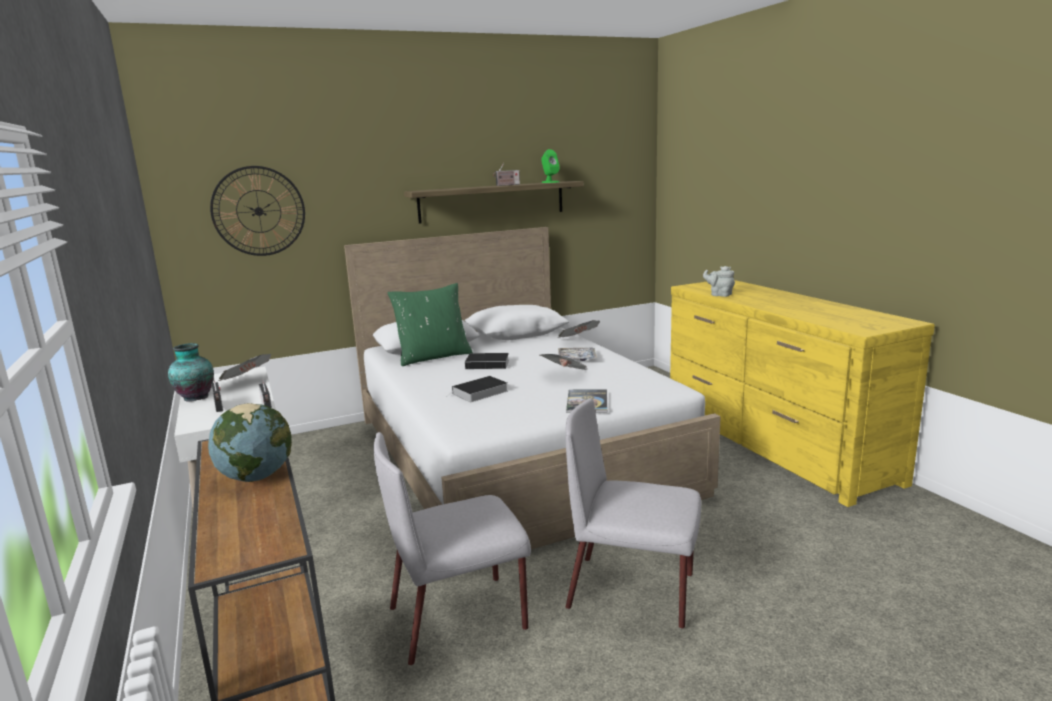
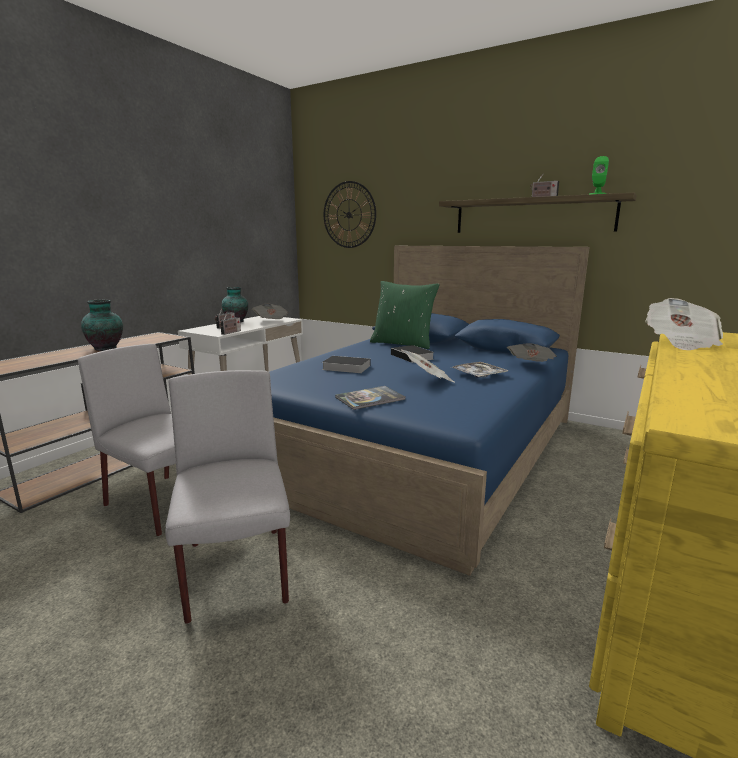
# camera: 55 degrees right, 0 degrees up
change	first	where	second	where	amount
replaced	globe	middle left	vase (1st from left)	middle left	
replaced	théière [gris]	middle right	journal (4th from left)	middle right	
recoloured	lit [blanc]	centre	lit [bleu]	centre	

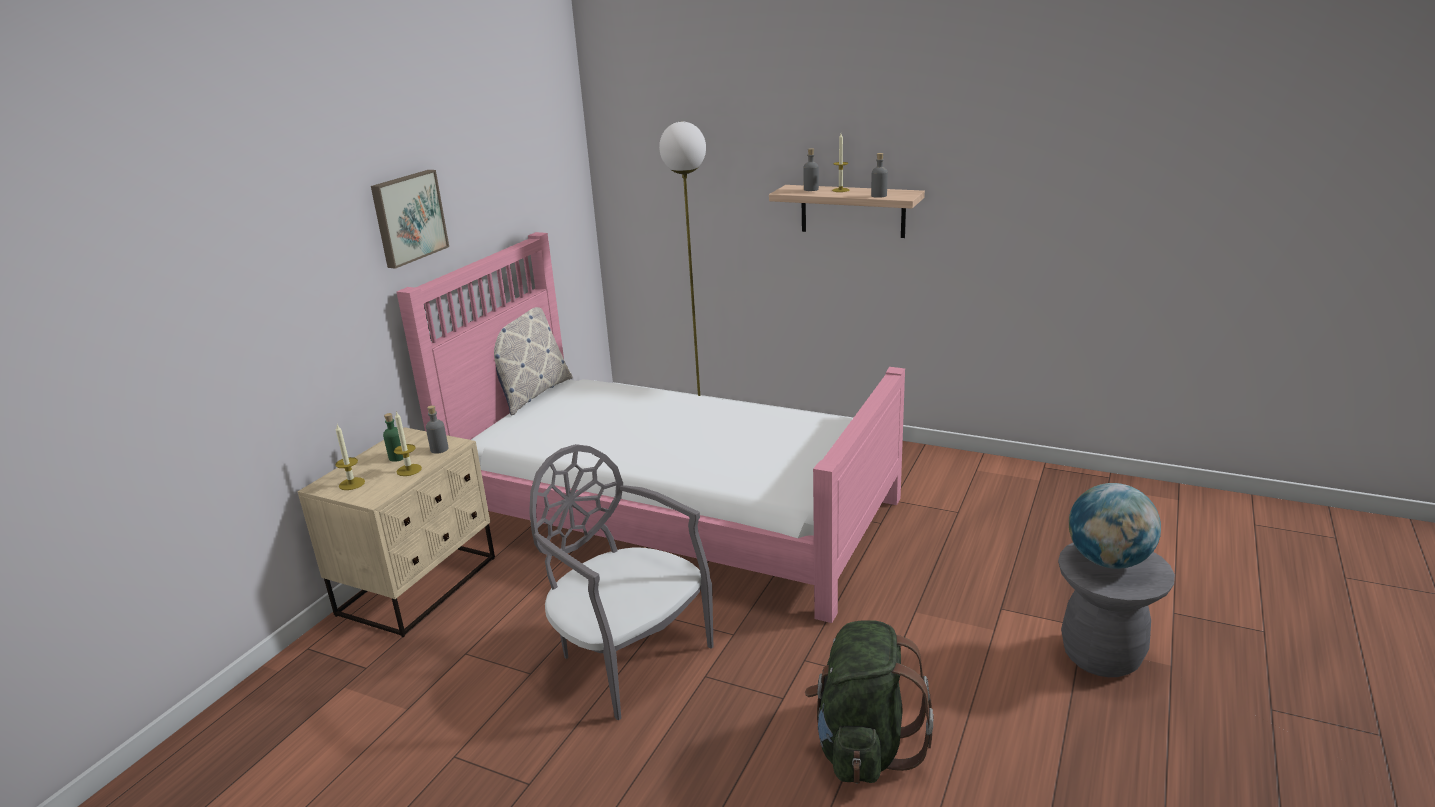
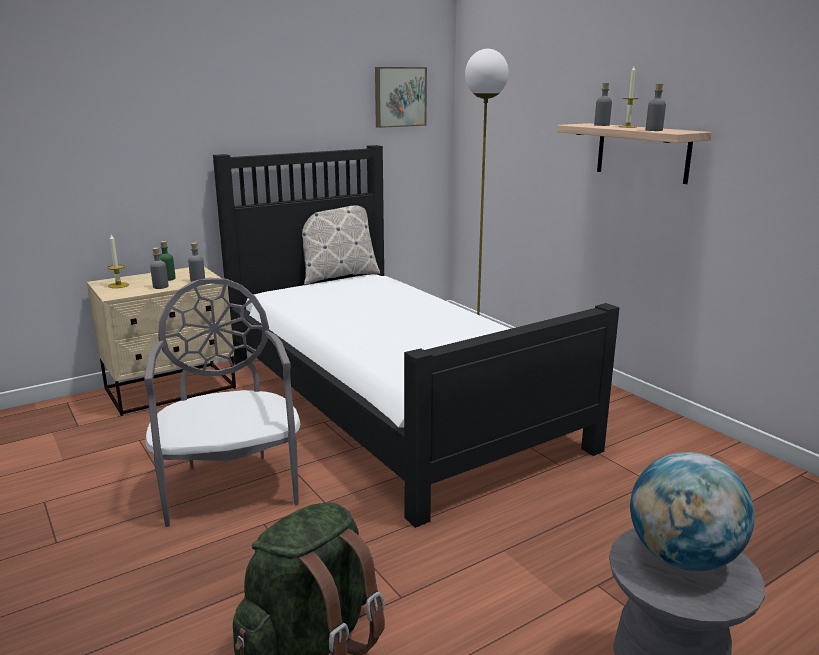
# camera: 30 degrees right, 5 degrees down
change	first	where	second	where	amount
moved	tableau	top left		top centre	
replaced	bougie (2nd from left)	middle left	bouteille [gris] (1st from left)	middle left	
recoloured	lit [rose]	centre	lit [noir]	centre	

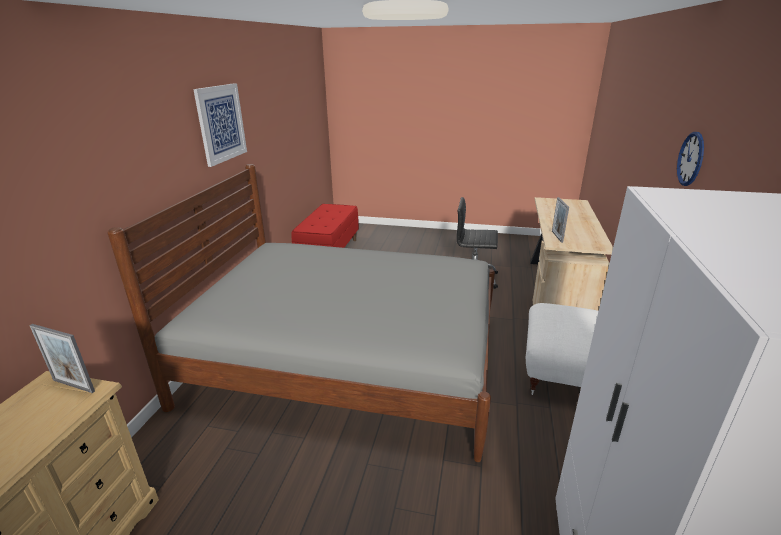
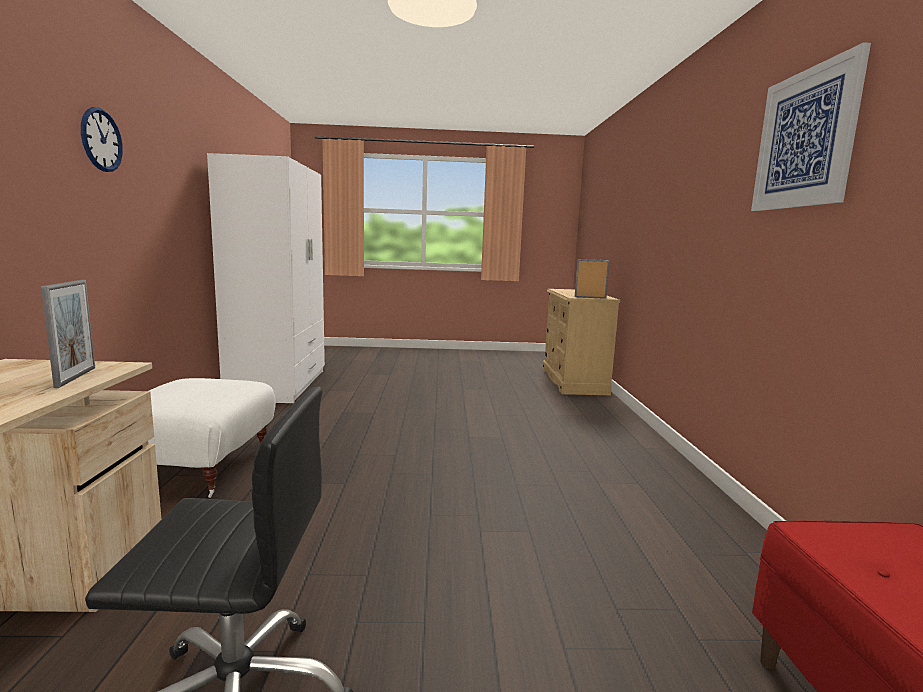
# camera: 165 degrees right, 15 degrees down
change	first	where	second	where	amount
removed	lit [gris]	centre			

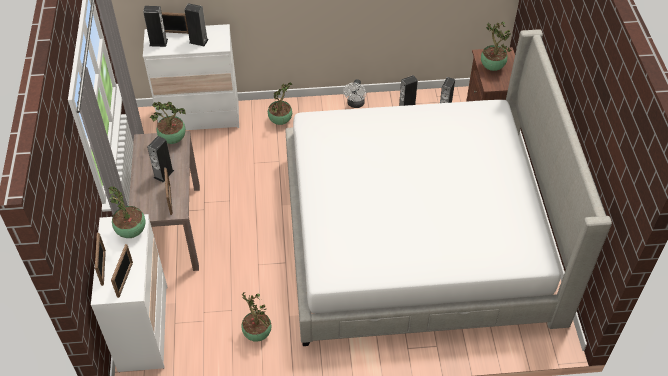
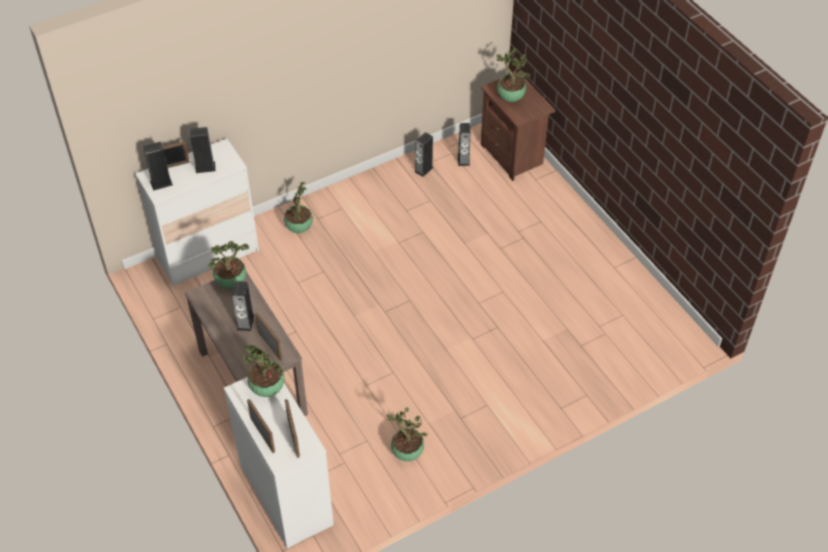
# camera: 25 degrees left, 0 degrees up
change	first	where	second	where	amount
removed	lit	middle right			
removed	ventilateur [blanc]	top centre			

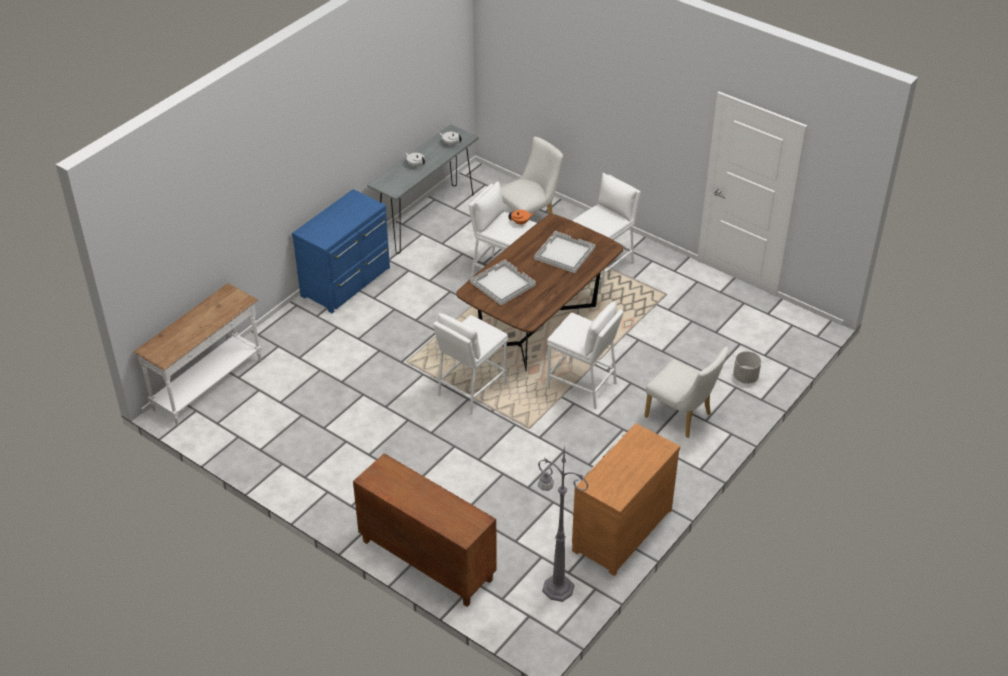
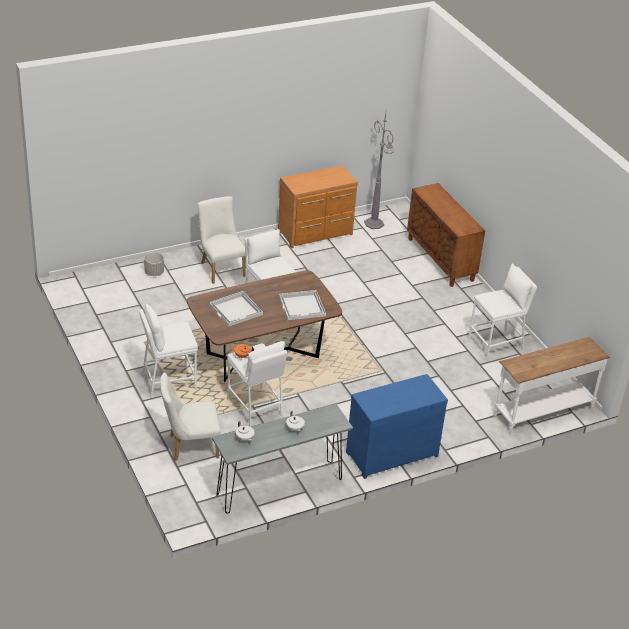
# camera: 155 degrees left, 5 degrees down
change	first	where	second	where	amount
moved	tabouret [blanc] (1st from left in the first image)	centre	tabouret [blanc] (4th from left)	middle right	

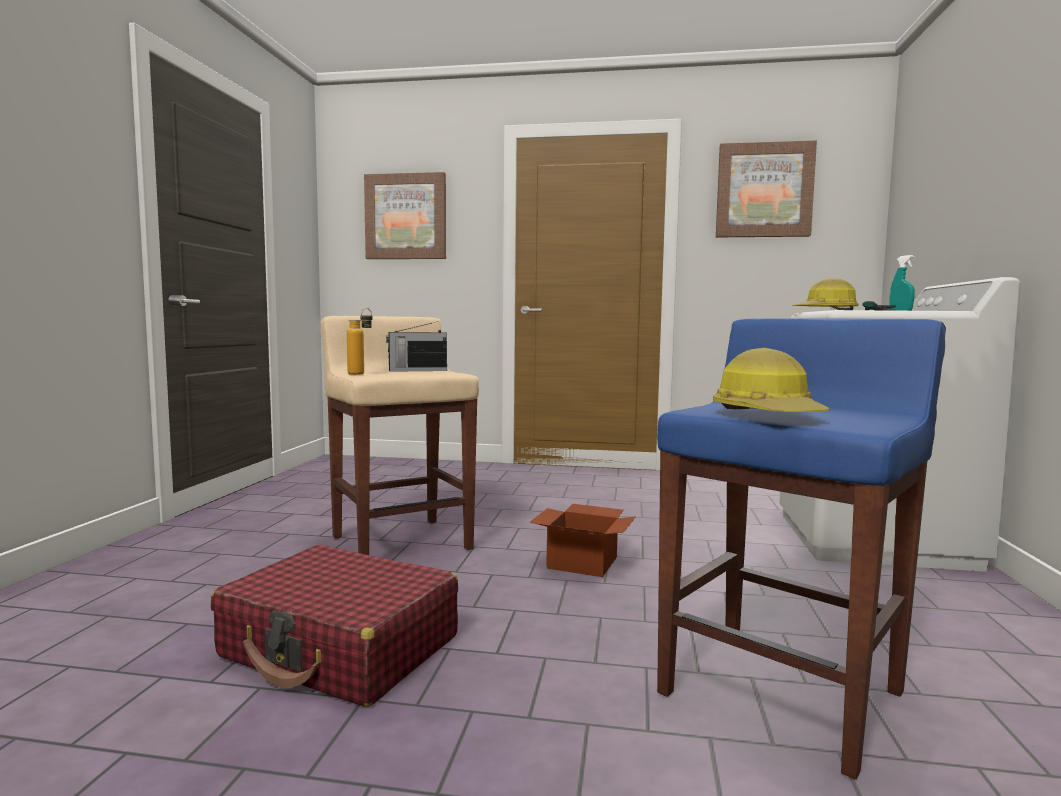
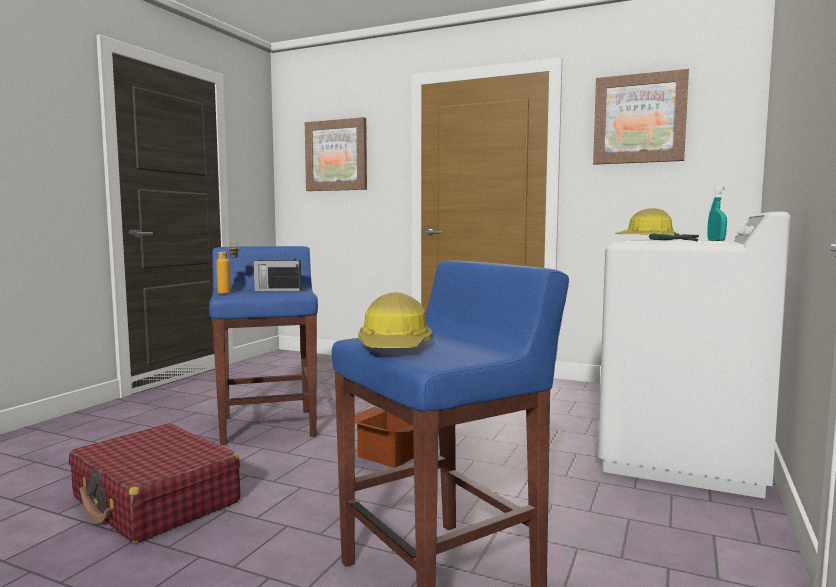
# camera: 15 degrees right, 0 degrees up
change	first	where	second	where	amount
recoloured	tabouret [beige]	centre	tabouret [bleu] (1st from left)	middle left	

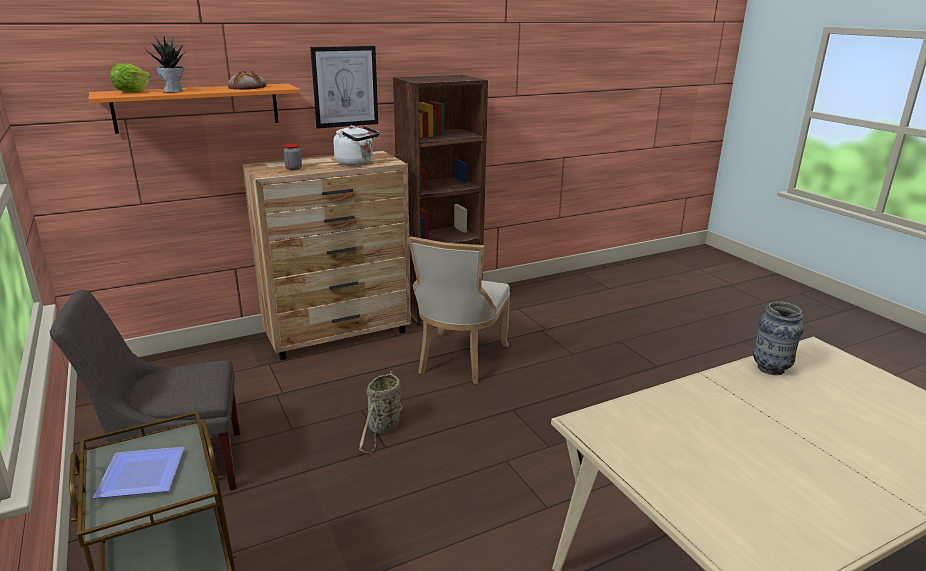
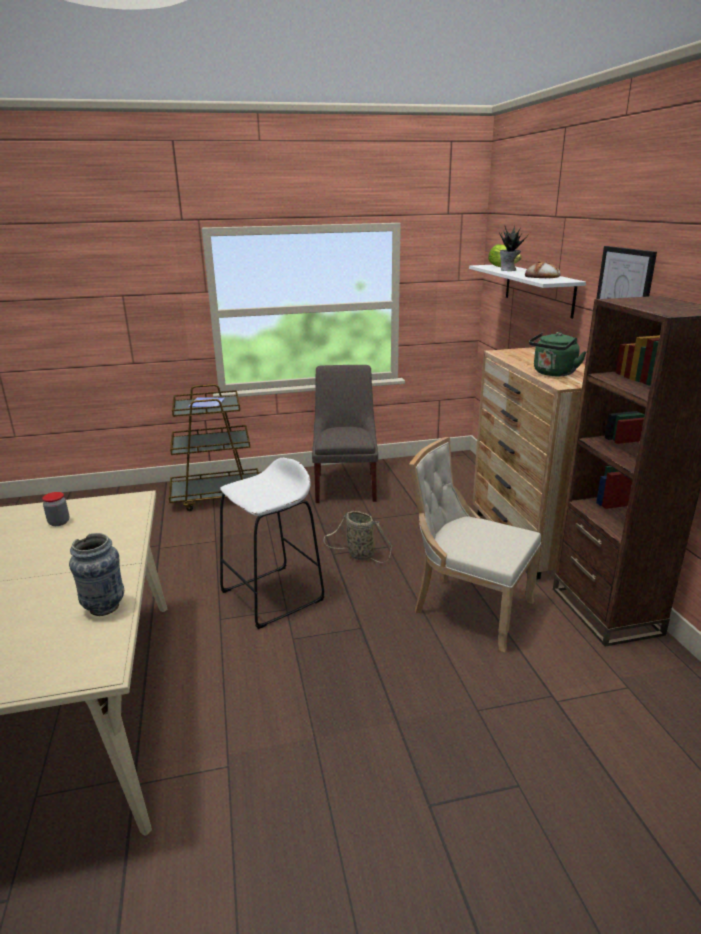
# camera: 105 degrees right, 0 degrees up
change	first	where	second	where	amount
added			tabouret [blanc]	centre	
moved	bocal	top left		middle left	
recoloured	étagère [orange]	top left	étagère [blanc]	top right	
recoloured	bouilloire [blanc]	top centre	bouilloire [vert]	middle right	

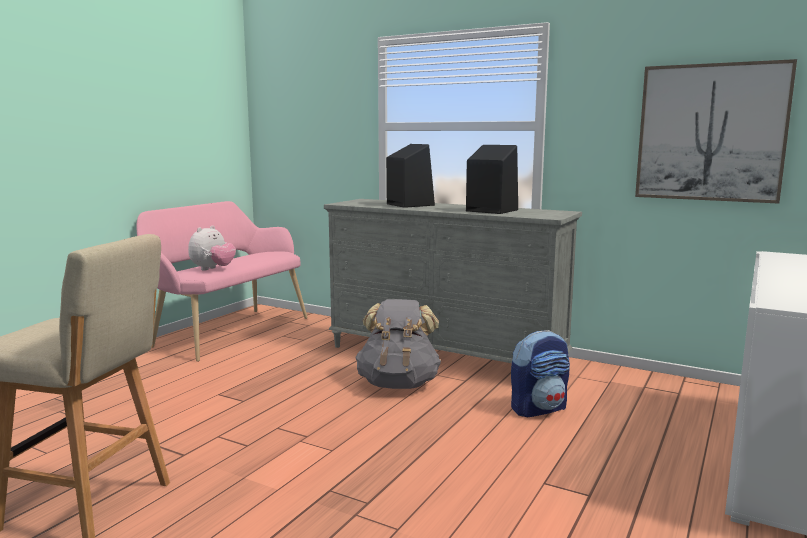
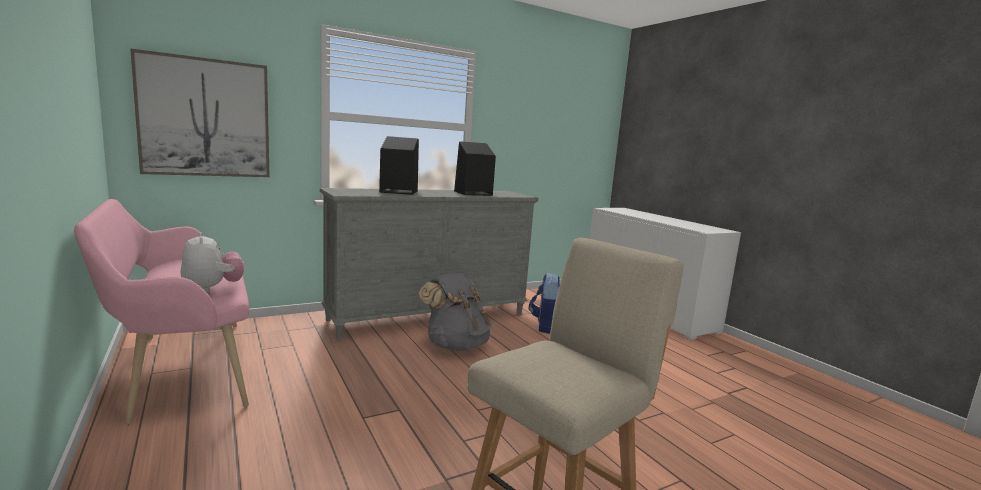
# camera: 60 degrees left, 0 degrees up
change	first	where	second	where	amount
moved	tableau	top right		top left	

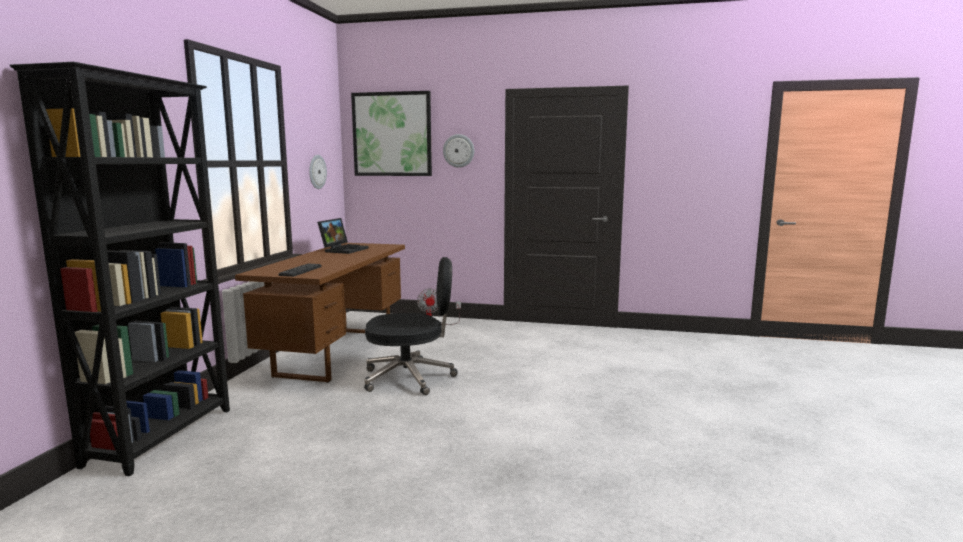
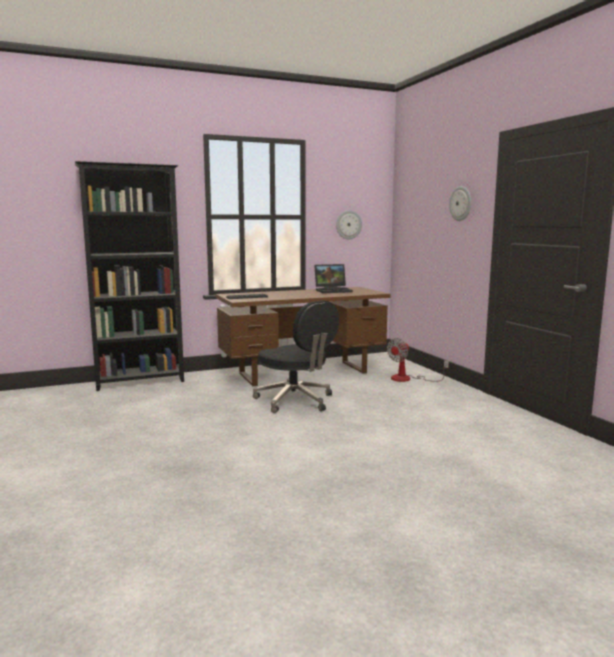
# camera: 55 degrees right, 0 degrees up
change	first	where	second	where	amount
removed	tableau	top centre			

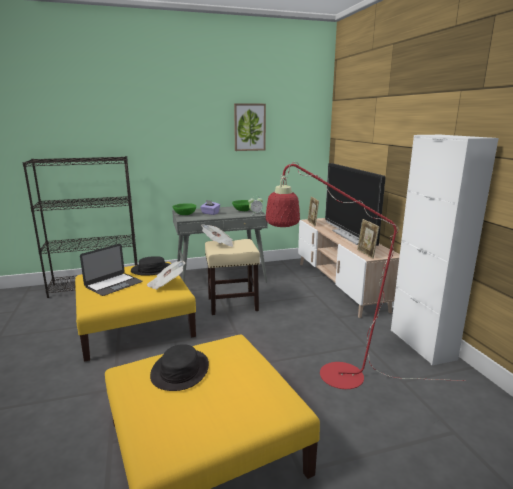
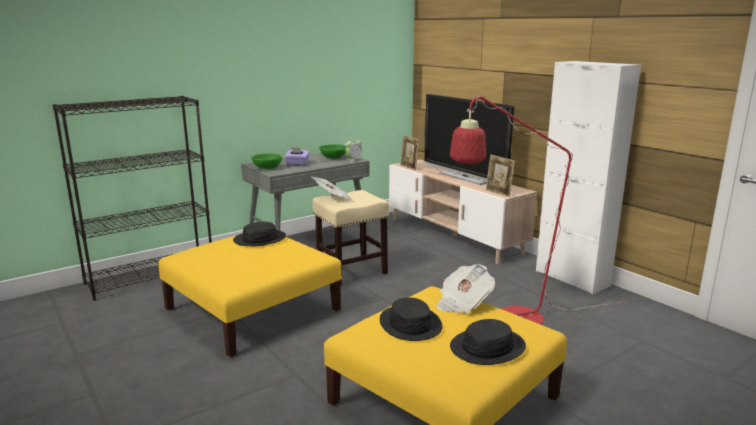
# camera: 20 degrees left, 0 degrees up
change	first	where	second	where	amount
removed	ordinateur portable	middle left			
removed	tableau	top centre			
added			chapeau [noir] (3rd from left)	bottom centre	
moved	journal (1st from left in the first image)	middle left	journal (2nd from left)	bottom centre	

